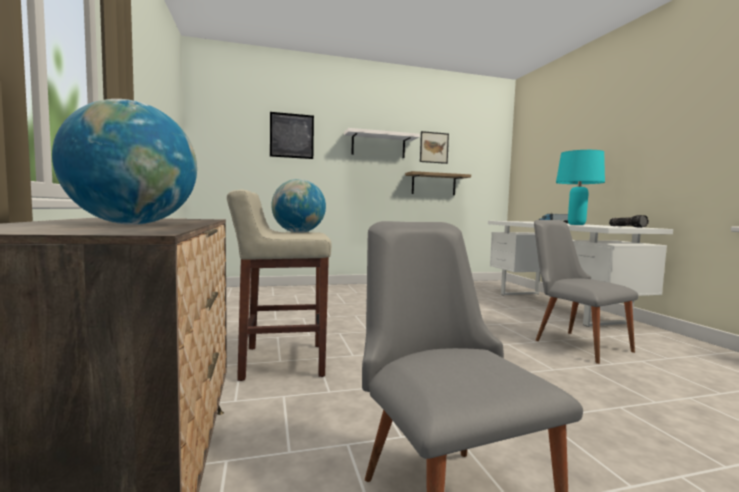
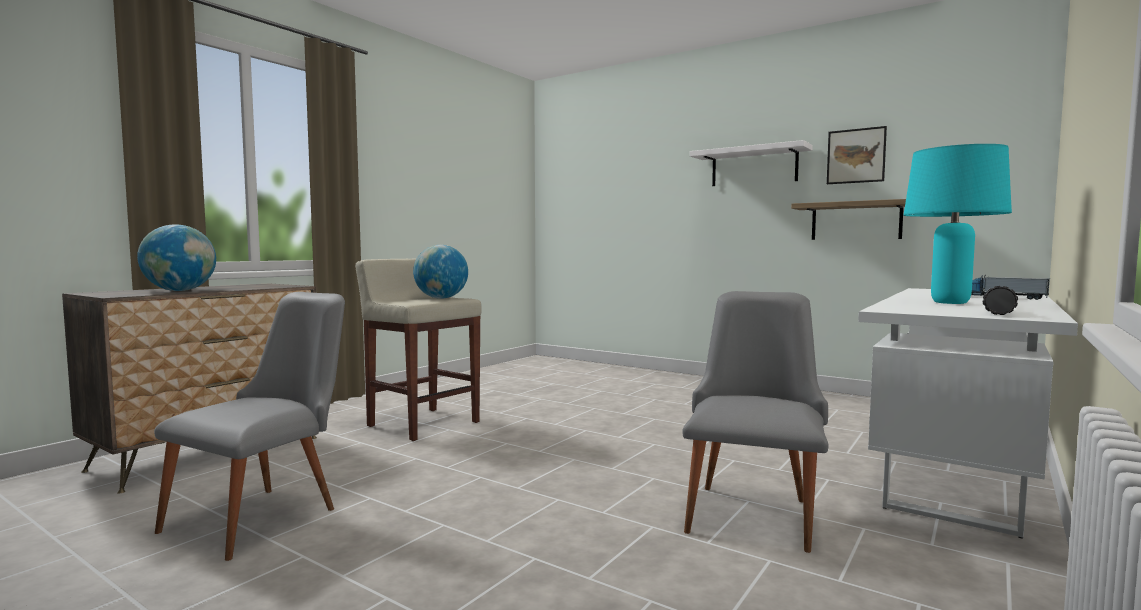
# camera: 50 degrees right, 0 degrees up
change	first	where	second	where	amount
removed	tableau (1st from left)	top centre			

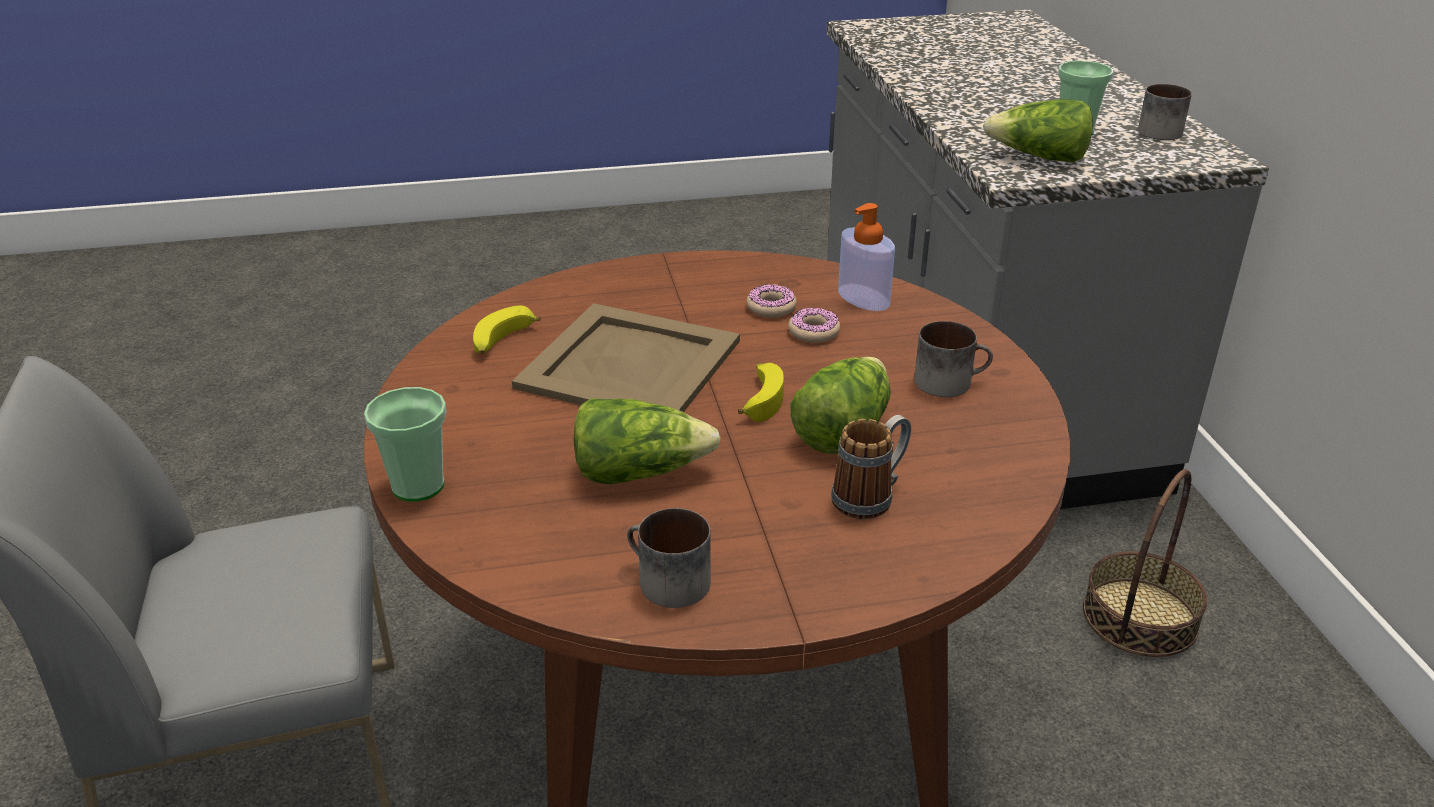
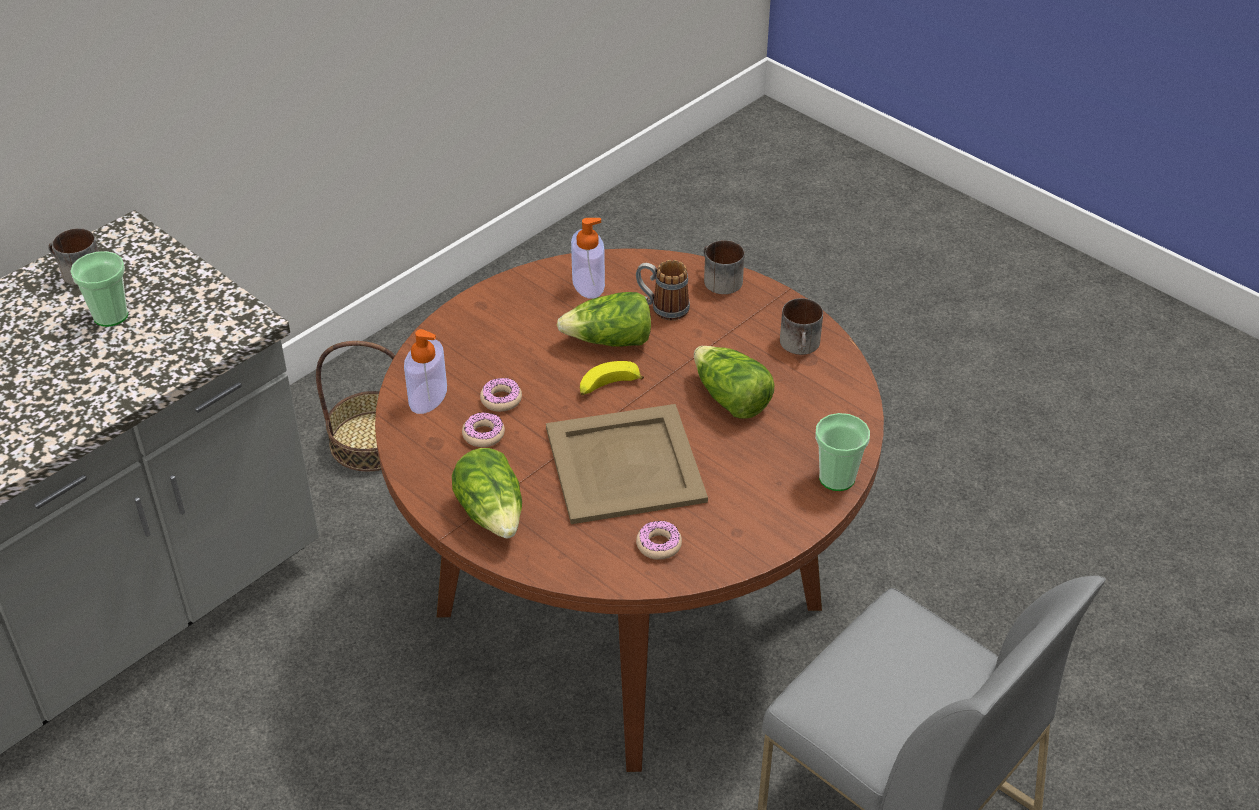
# camera: 125 degrees left, 10 degrees up
change	first	where	second	where	amount
added			distributeur de savon (2nd from left)	top centre	
moved	mug (3rd from left)	centre		top centre	
moved	laitue (3rd from left in the first image)	top right	laitue (1st from left)	centre	
replaced	banane (1st from left)	centre	beignet (3rd from left)	bottom centre	

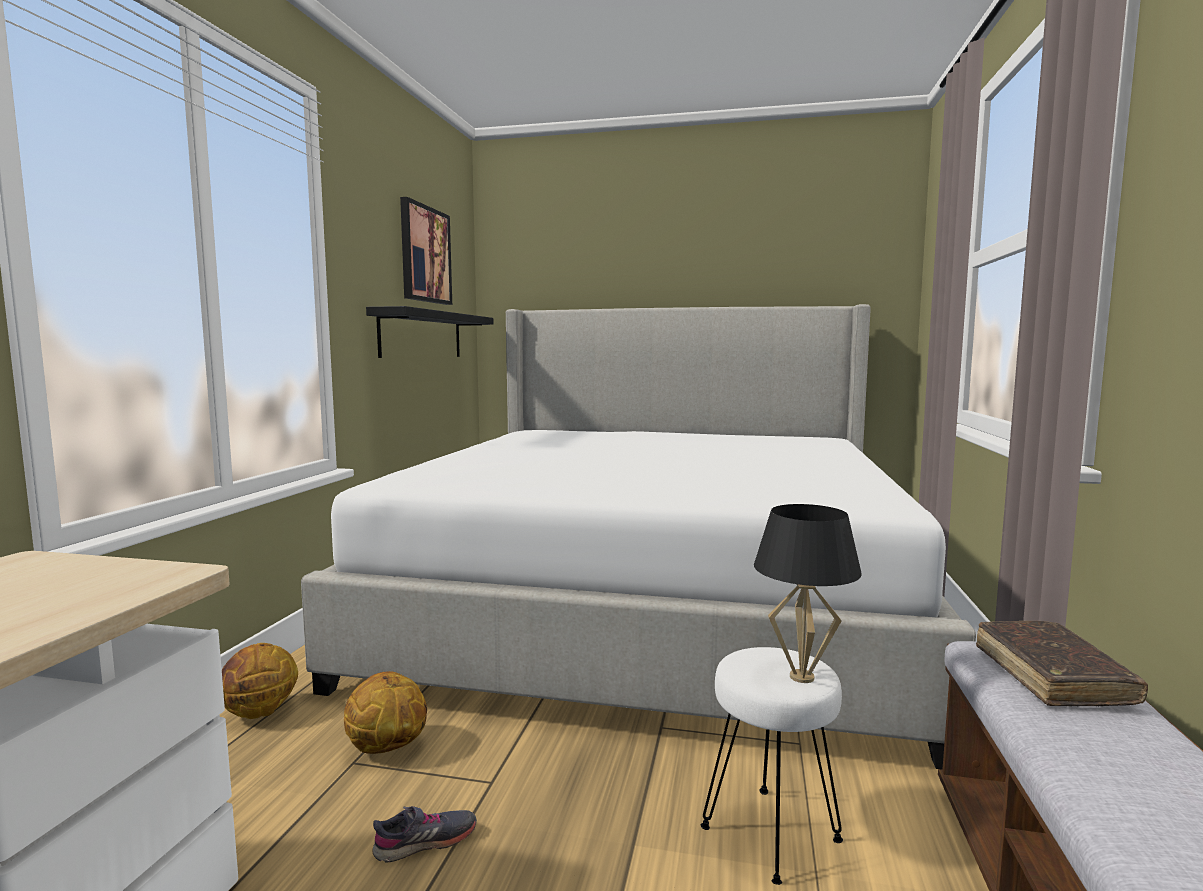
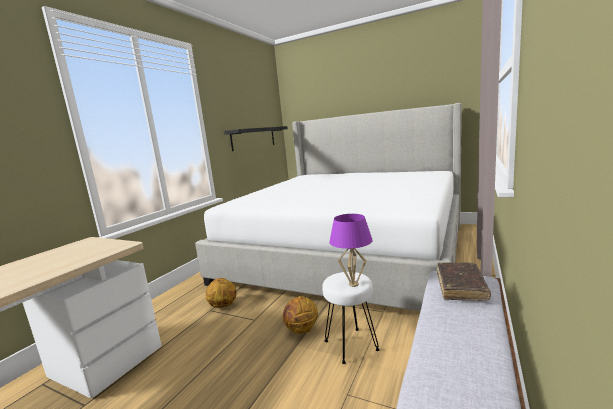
# camera: 15 degrees right, 5 degrees up
change	first	where	second	where	amount
removed	chaussure [gris]	bottom centre			
removed	tableau	top centre			
moved	ballon de basket (1st from left in the first image)	bottom left	ballon de basket (2nd from left)	bottom centre	
recoloured	lampe de table [noir]	middle right	lampe de table [violet]	centre	

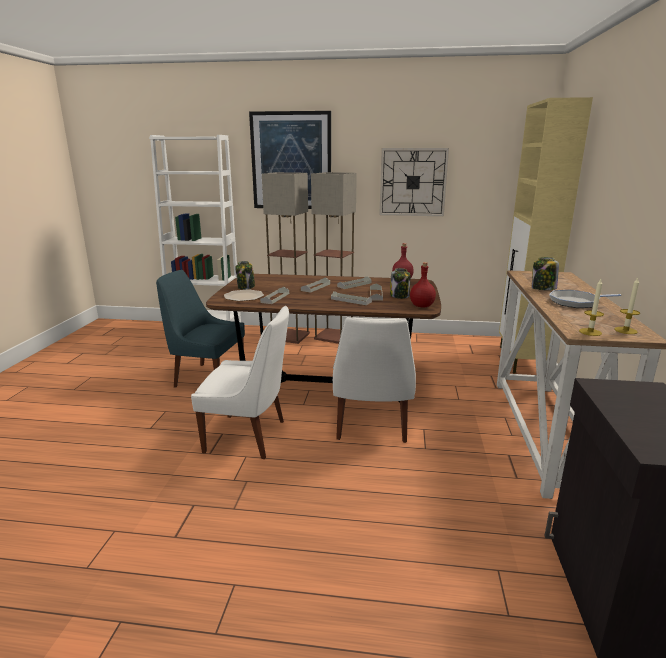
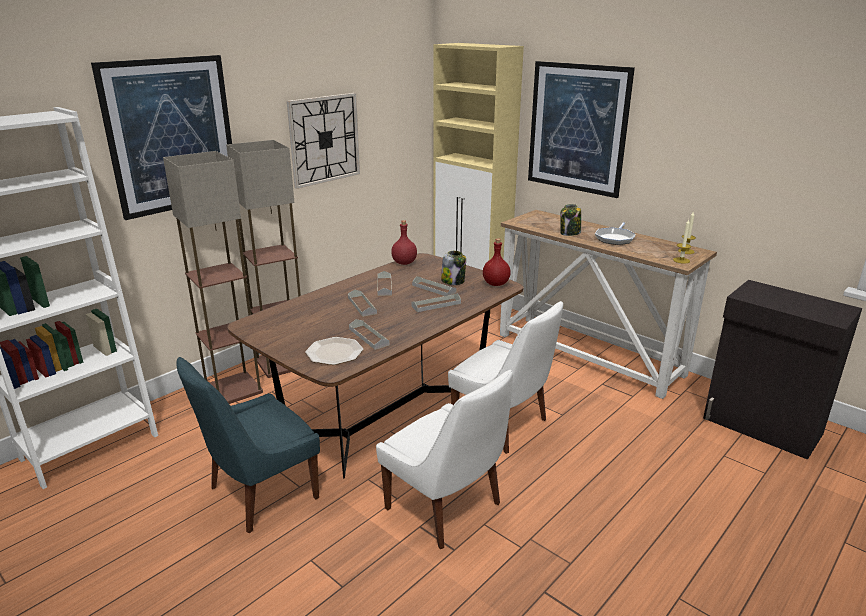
# camera: 55 degrees left, 5 degrees up
change	first	where	second	where	amount
removed	bocal (1st from left)	centre			
added			tableau (2nd from left)	top right	
turned	chaise [blanc] (1st from left)	centre		bottom centre	90 degrees clockwise

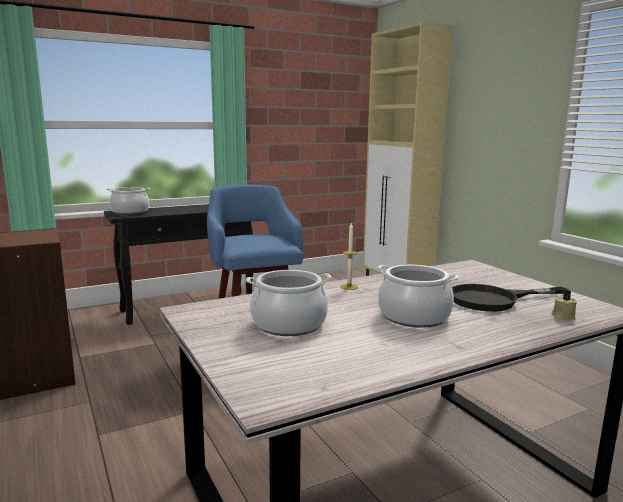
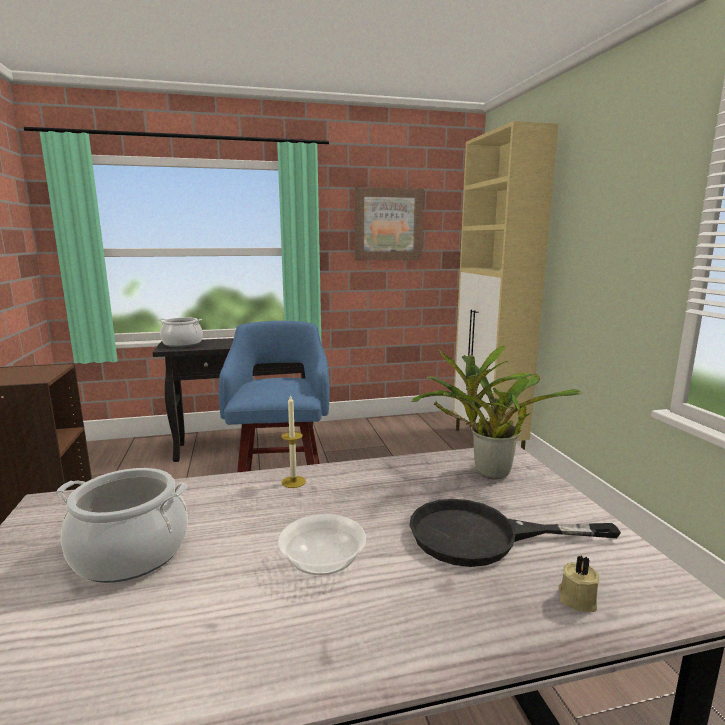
# camera: 15 degrees right, 0 degrees up
change	first	where	second	where	amount
added			tableau	top centre	
added			plante en pot	middle right	
replaced	marmite (3rd from left)	middle right	bol	bottom centre	

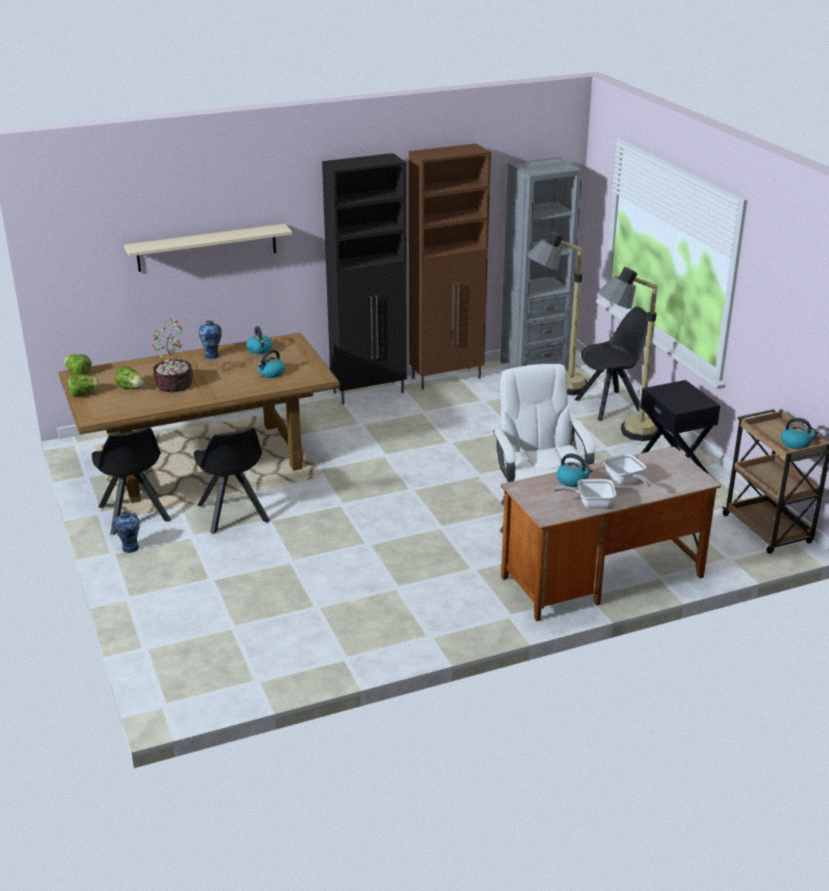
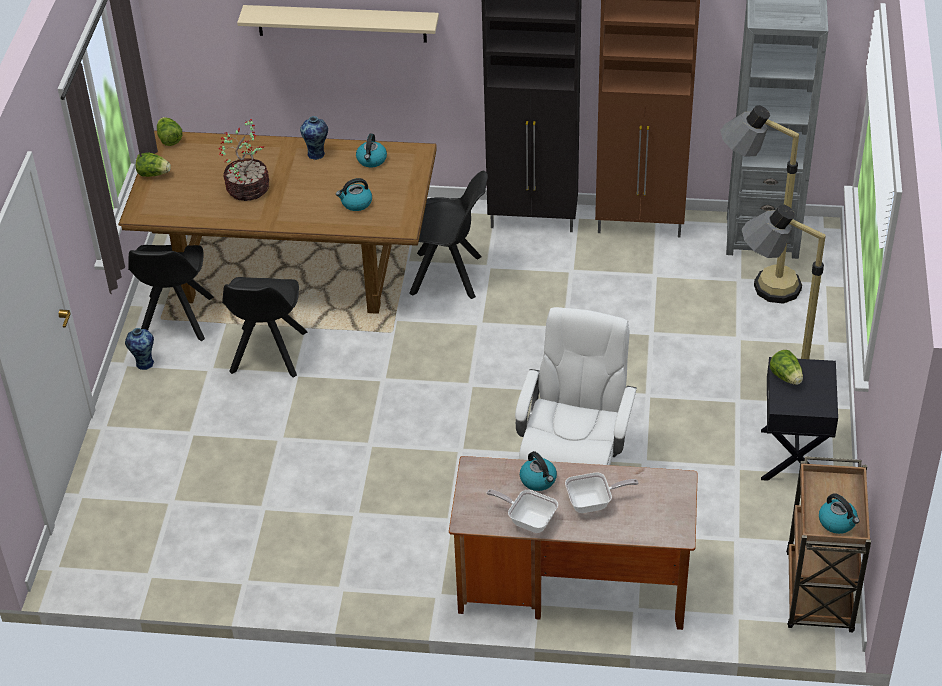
# camera: 30 degrees right, 15 degrees up
change	first	where	second	where	amount
moved	laitue (3rd from left)	middle left		middle right	
moved	chaise [noir] (3rd from left)	middle right		centre	
turned	poêle (2nd from left)	middle right		bottom centre	105 degrees counterclockwise

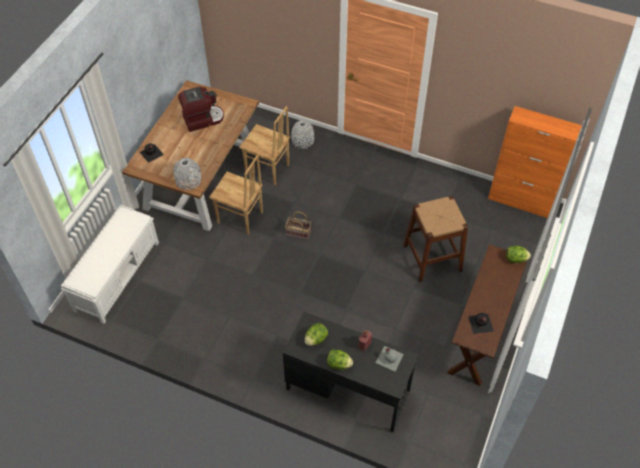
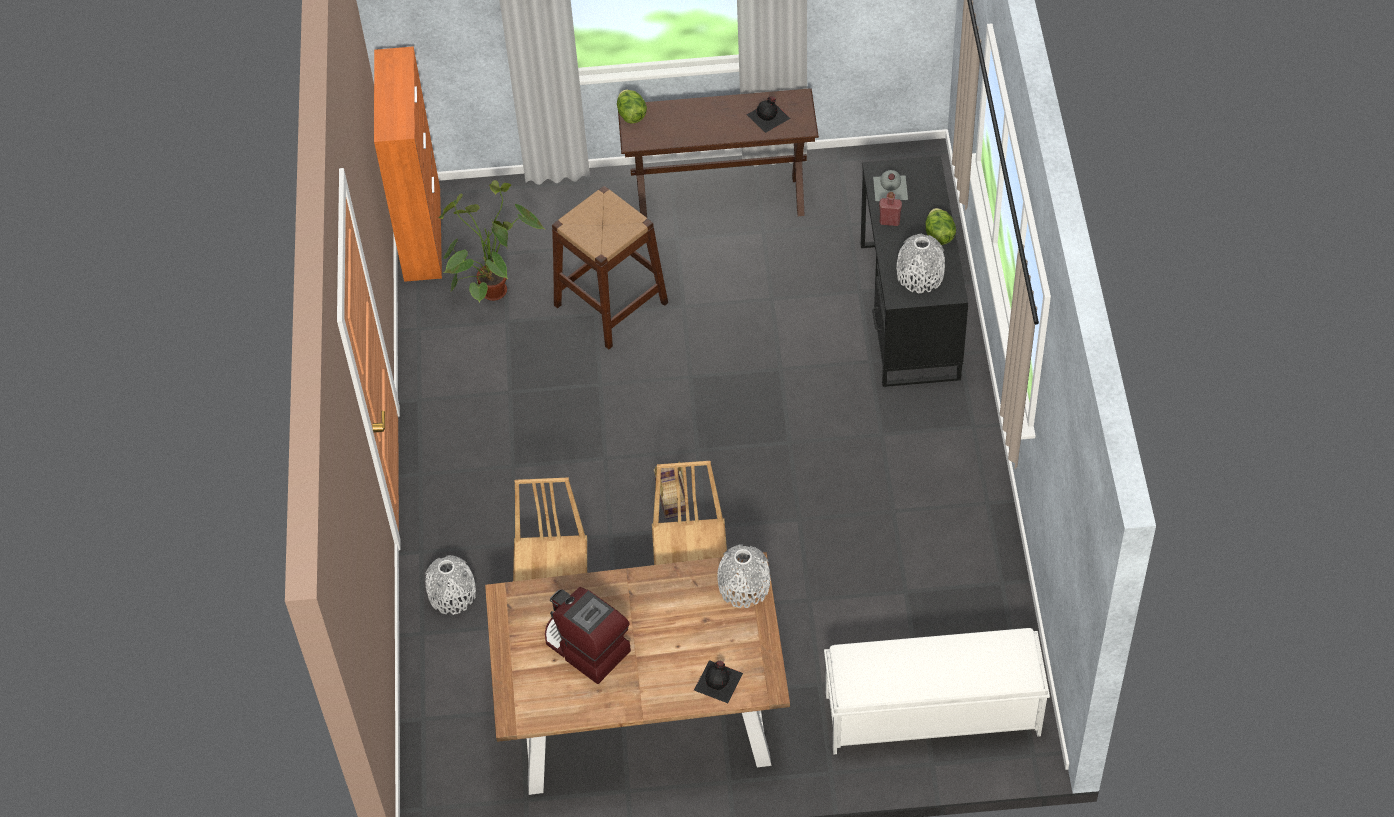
# camera: 115 degrees left, 0 degrees up
change	first	where	second	where	amount
added			plante en pot	top centre	
replaced	laitue (1st from left)	bottom centre	vase [gris] (3rd from left)	top centre	

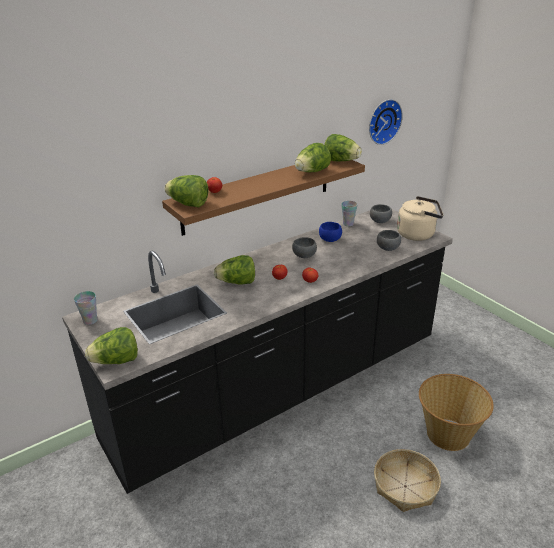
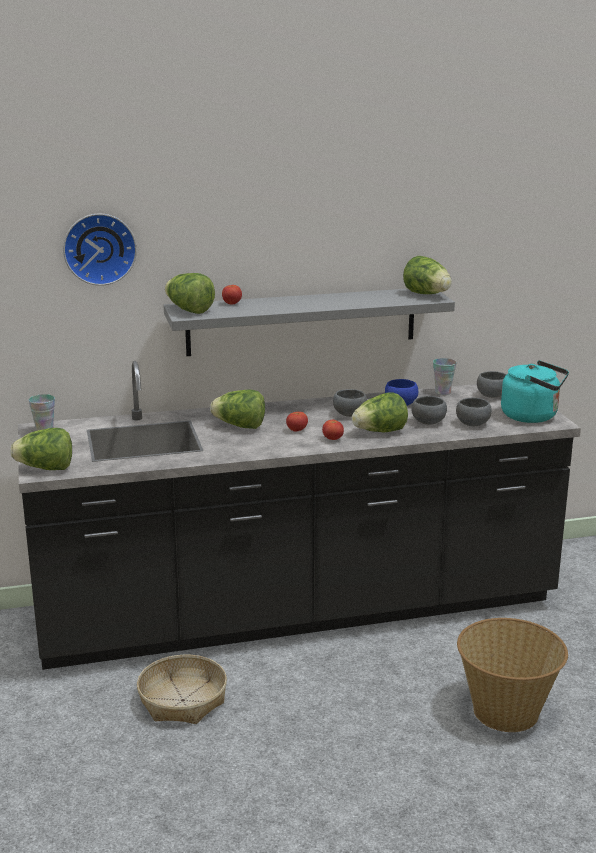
# camera: 20 degrees right, 10 degrees down
change	first	where	second	where	amount
added			bol [gris] (2nd from left)	middle right	
moved	laitue (4th from left)	top centre		centre	
moved	horloge murale	top right		top left	
moved	panier (1st from left)	bottom right		bottom left	
recoloured	étagère [marron]	centre	étagère [gris]	centre	
recoloured	bouilloire [beige]	middle right	bouilloire [turquoise]	middle right	

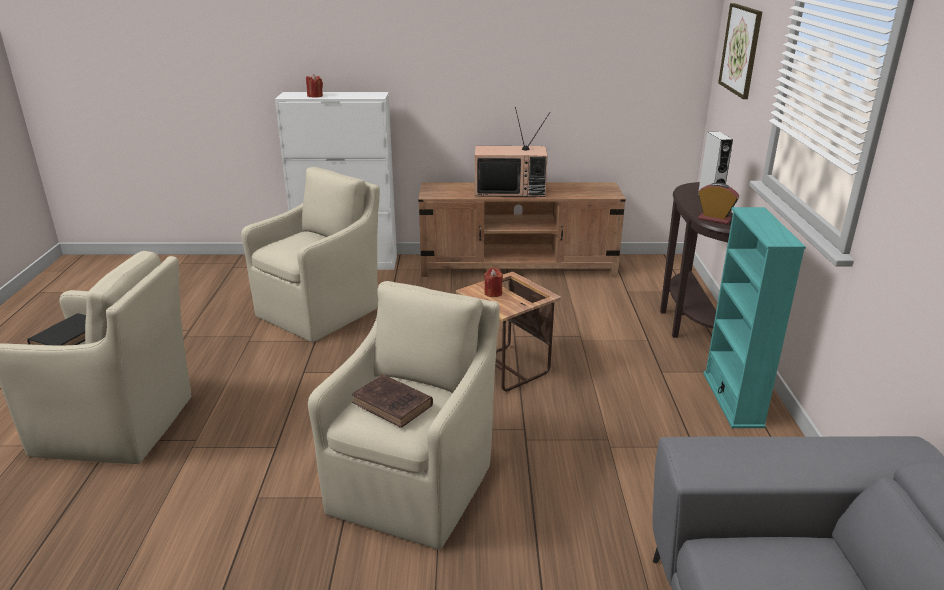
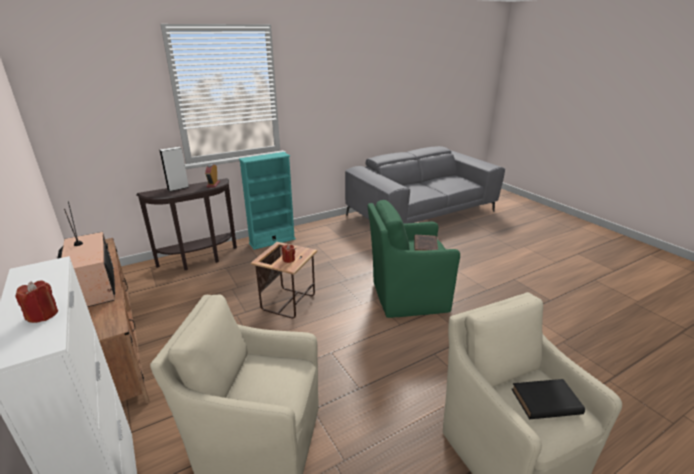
# camera: 120 degrees left, 0 degrees up
change	first	where	second	where	amount
removed	tableau	top right			
recoloured	fauteuil [beige] (3rd from left)	bottom centre	fauteuil [vert]	centre	

